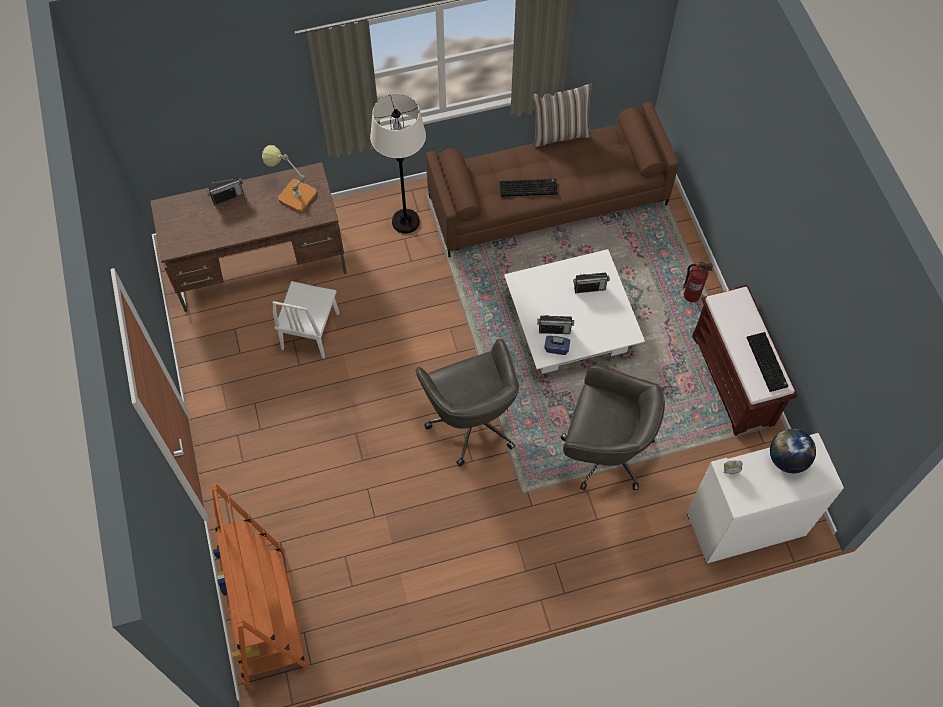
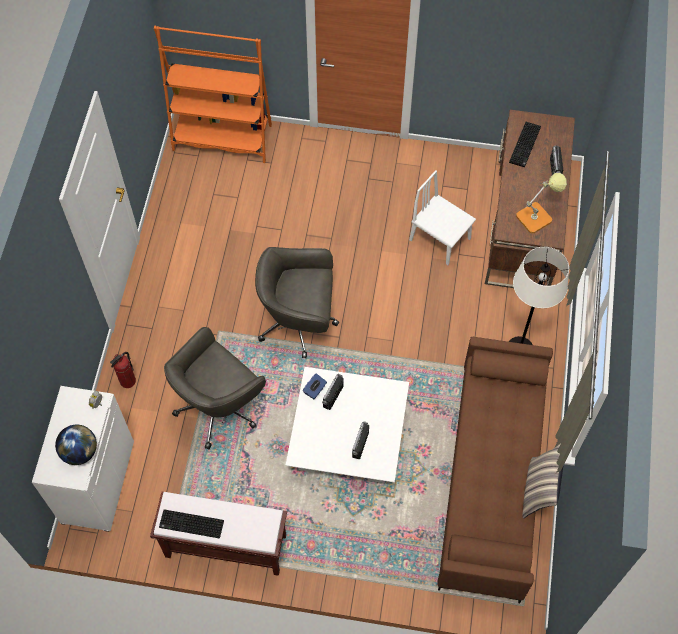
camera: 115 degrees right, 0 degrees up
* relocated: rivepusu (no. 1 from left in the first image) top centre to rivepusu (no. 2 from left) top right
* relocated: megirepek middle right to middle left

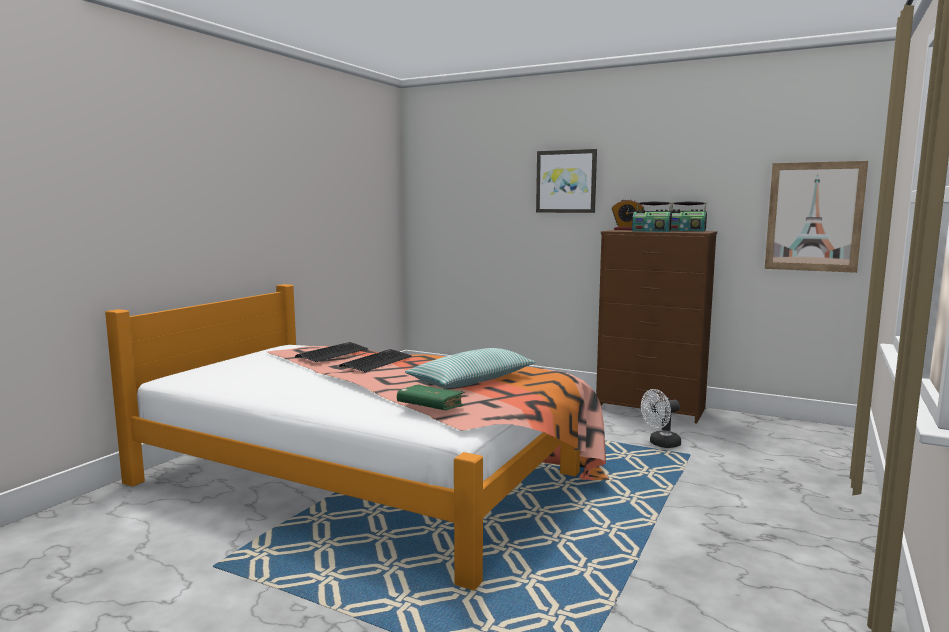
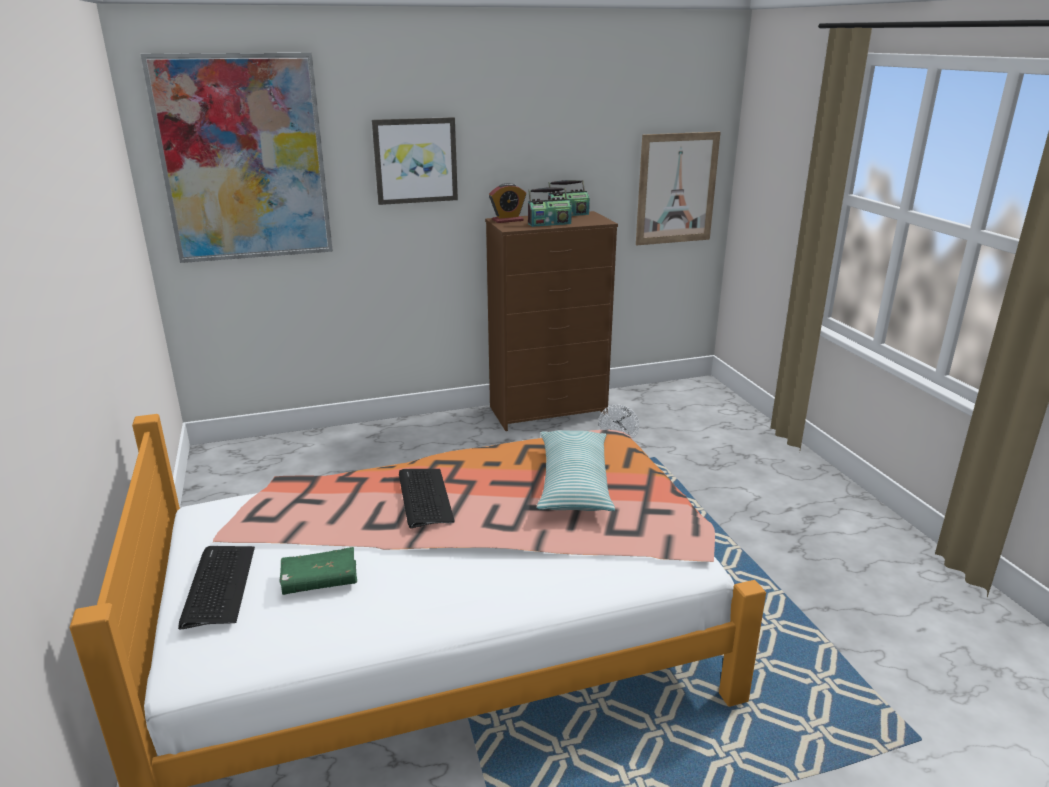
camera: 45 degrees left, 15 degrees up
* relocated: rivepusu (no. 1 from left) centre to bottom left
* relocated: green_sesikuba centre to bottom left
* appeared: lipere (no. 1 from left) top left

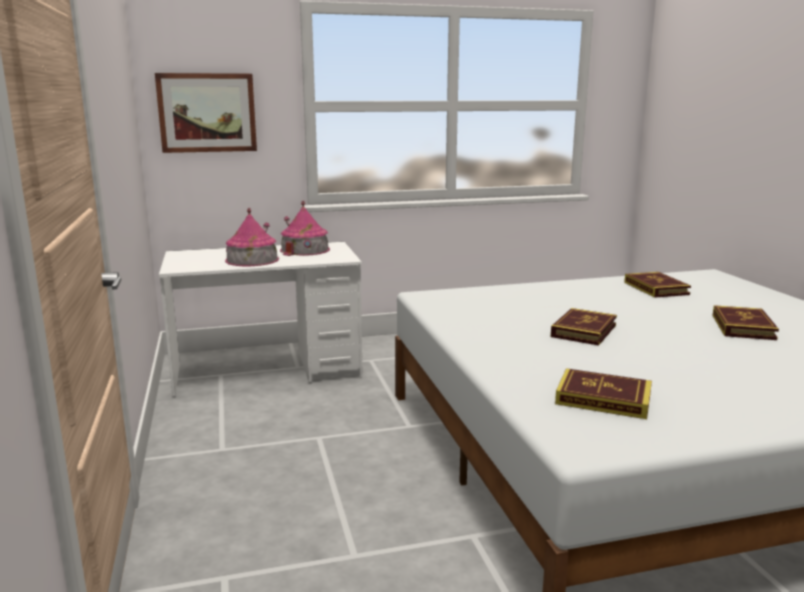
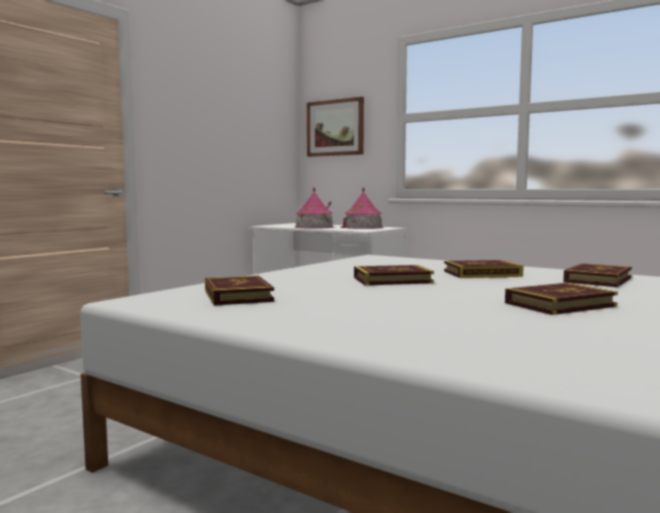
camera: 50 degrees right, 10 degrees down
* appeared: sesikuba (no. 3 from left) middle right

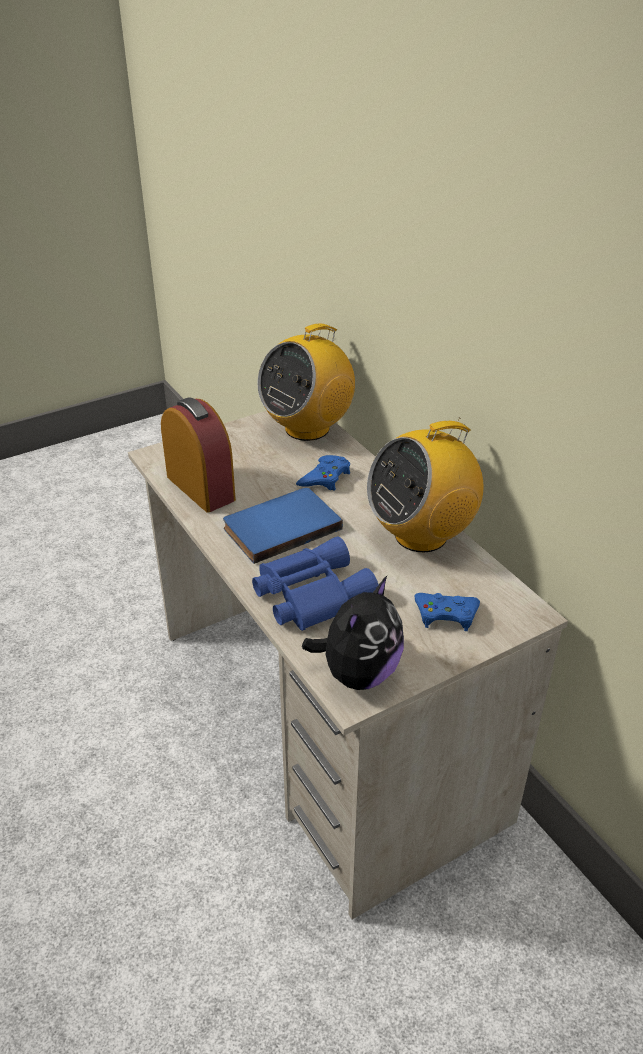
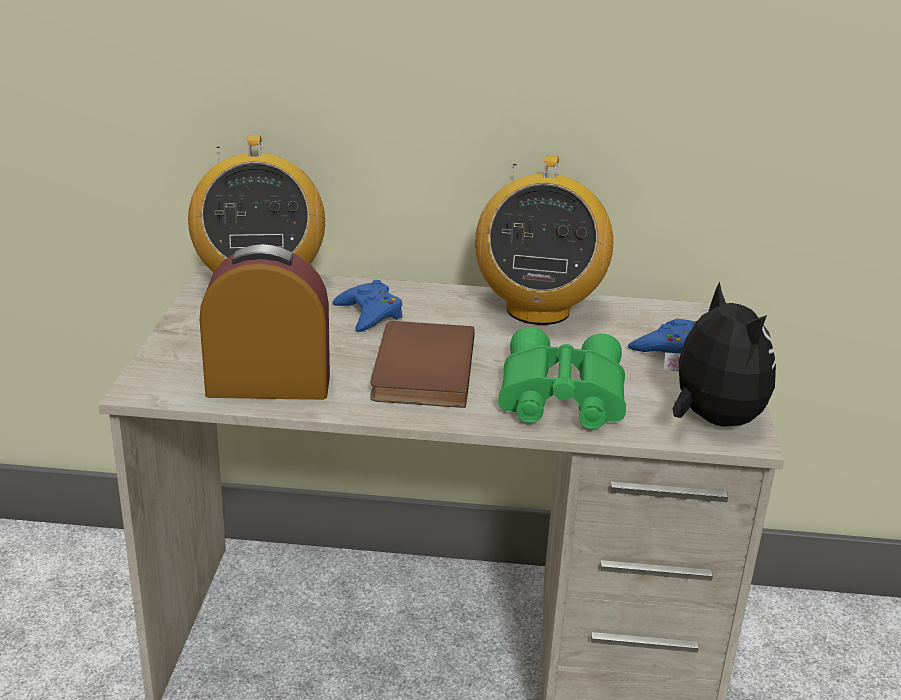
camera: 55 degrees left, 10 degrees down
* colour: blue_sesikuba centre to brown_sesikuba centre
* colour: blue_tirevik centre to green_tirevik centre

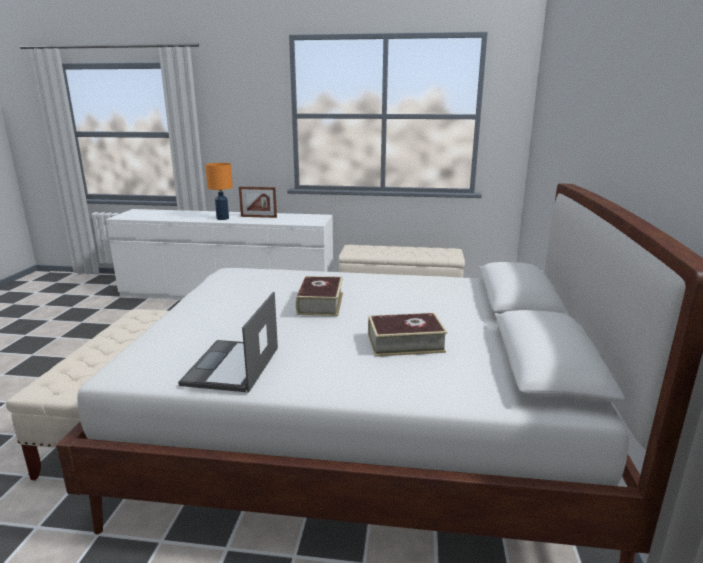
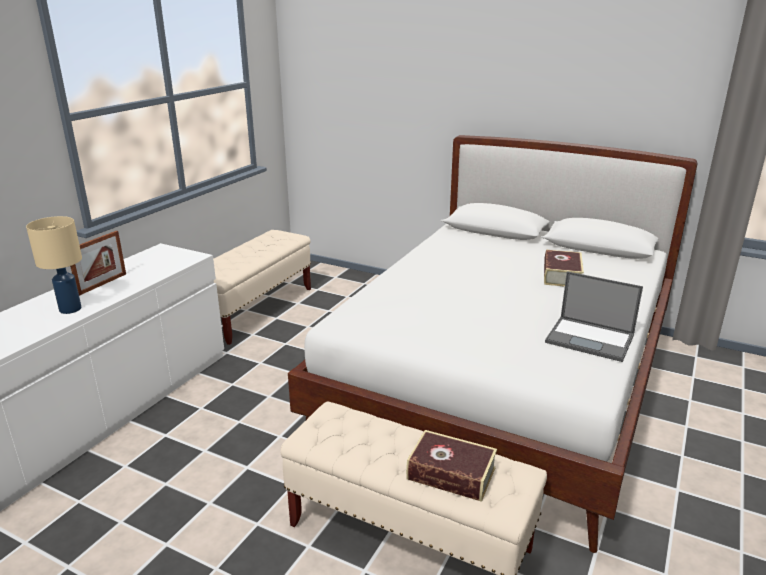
camera: 70 degrees left, 5 degrees up
* colour: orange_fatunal middle left to beige_fatunal middle left
* relocated: sesikuba (no. 1 from left) centre to bottom centre

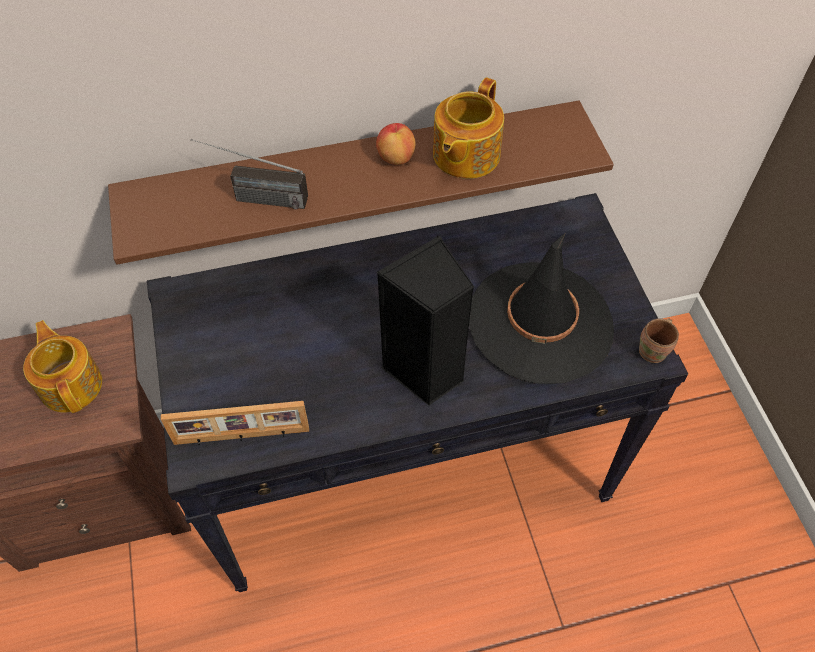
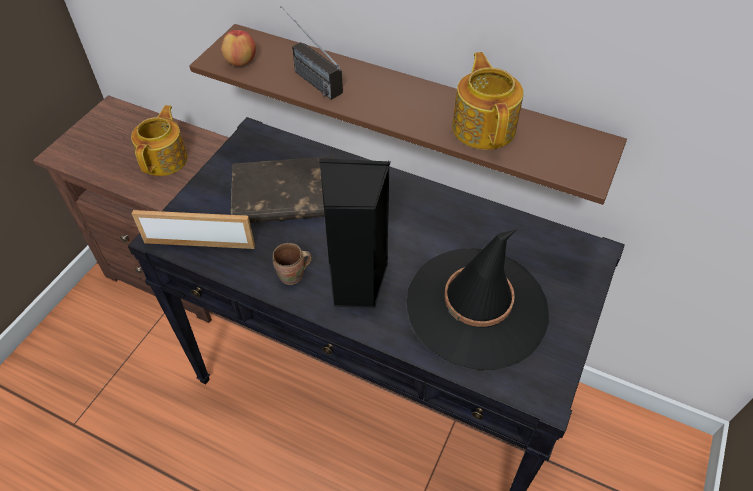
camera: 40 degrees right, 5 degrees down
* spun: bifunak middle left = middle left 150 degrees clockwise
* relocated: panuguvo top centre to top left
* spun: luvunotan (no. 2 from left) top centre = top centre 105 degrees clockwise
* relocated: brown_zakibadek middle right to centre
* appeared: brown_sesikuba centre

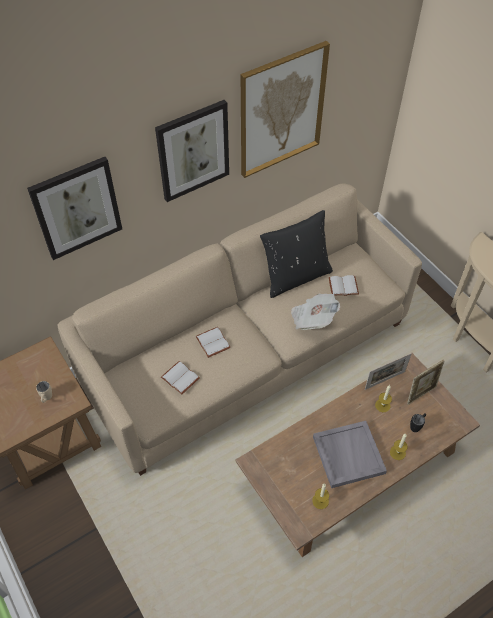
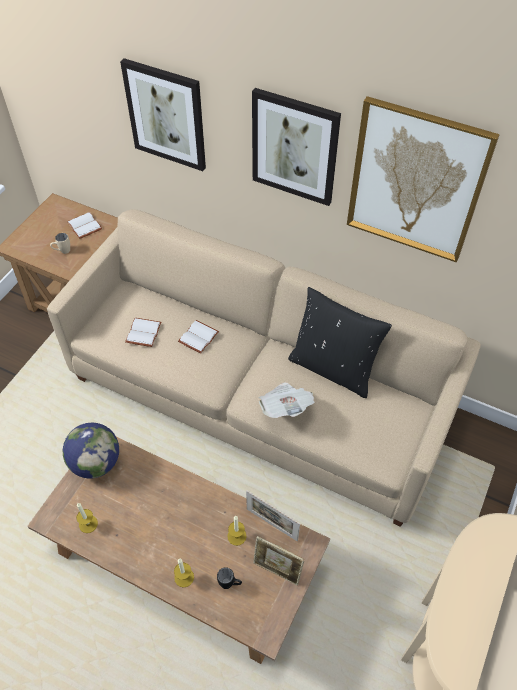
camera: 60 degrees right, 0 degrees up
* missing: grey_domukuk bottom right
* relocated: white_sesikuba (no. 3 from left in the first image) middle right to white_sesikuba (no. 1 from left) top left
* appeared: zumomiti middle left

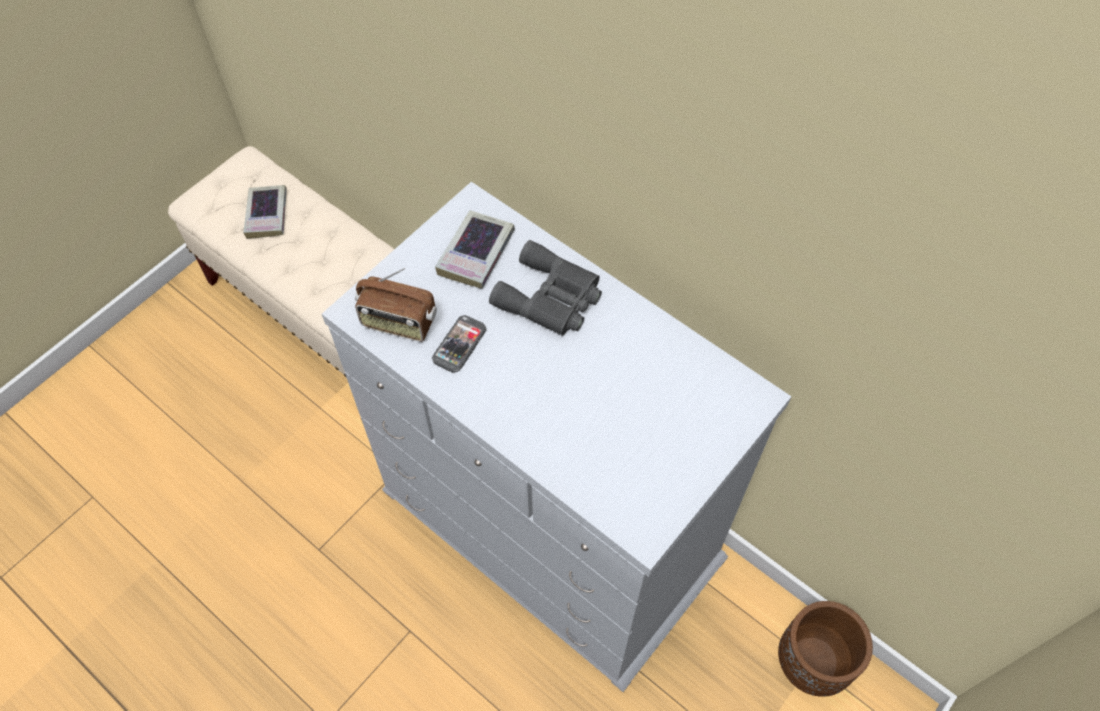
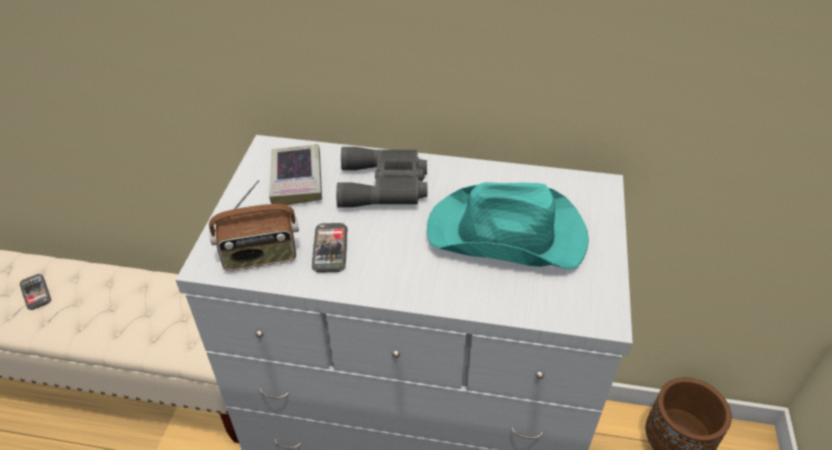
camera: 30 degrees left, 15 degrees down
* exchanged: sesikuba (no. 1 from left) top left to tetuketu (no. 1 from left) middle left
* appeared: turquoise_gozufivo centre

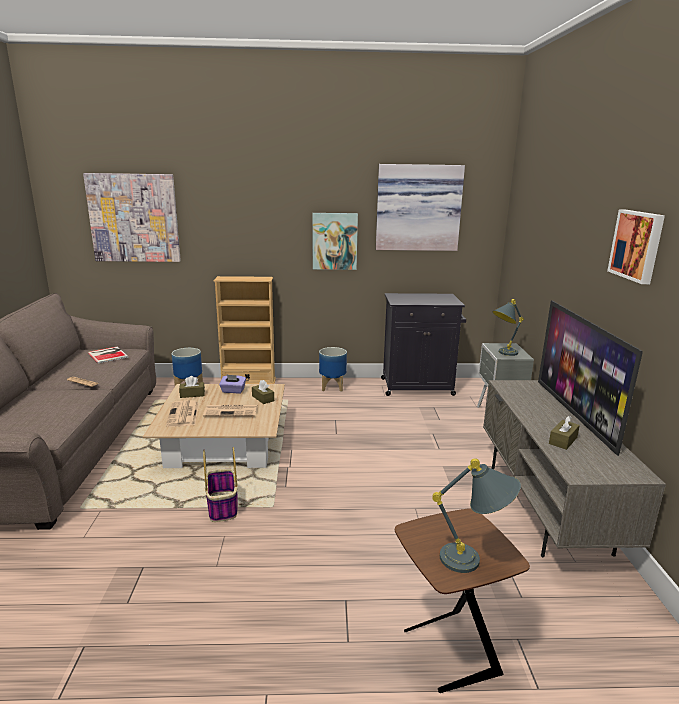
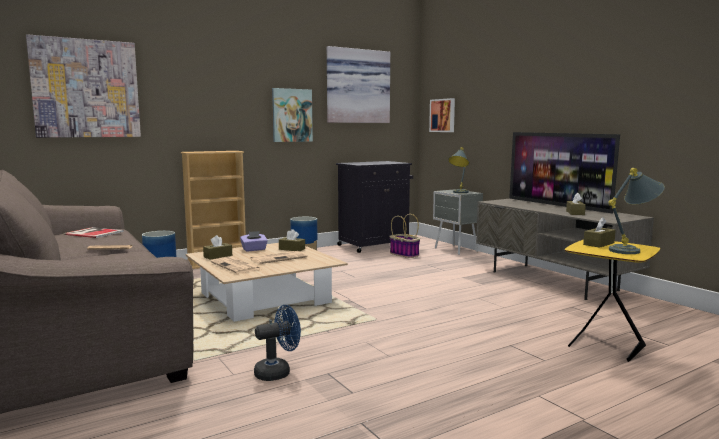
camera: 30 degrees left, 10 degrees down
* relocated: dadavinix bottom left to centre
* colour: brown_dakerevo bottom right to yellow_dakerevo bottom right
* relocated: lipere (no. 4 from left) middle right to top centre
* appeared: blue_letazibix bottom centre
* appeared: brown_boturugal (no. 4 from left) middle right

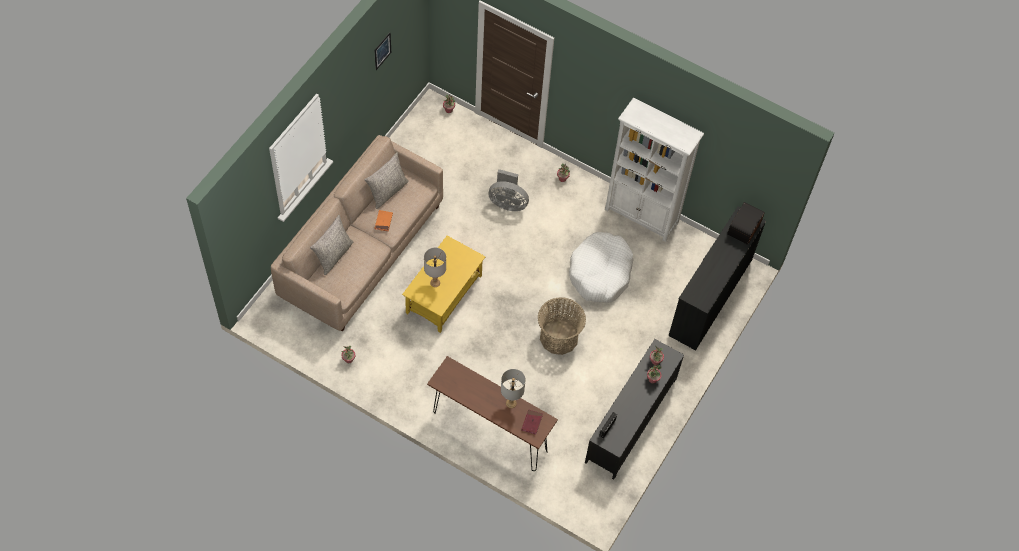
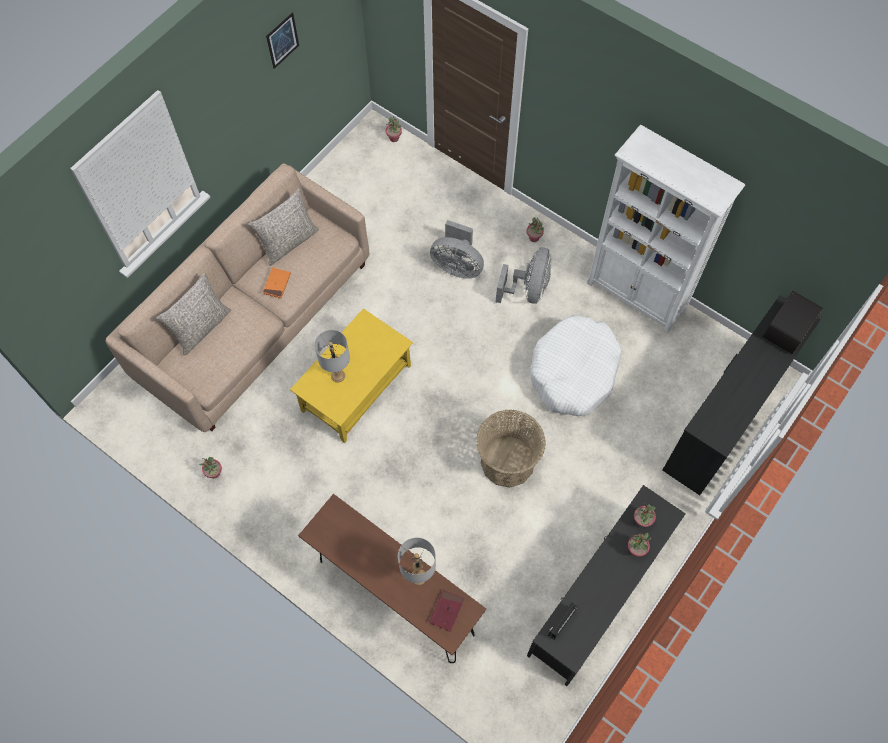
camera: 10 degrees right, 5 degrees up
* appeared: grey_letazibix (no. 2 from left) centre

